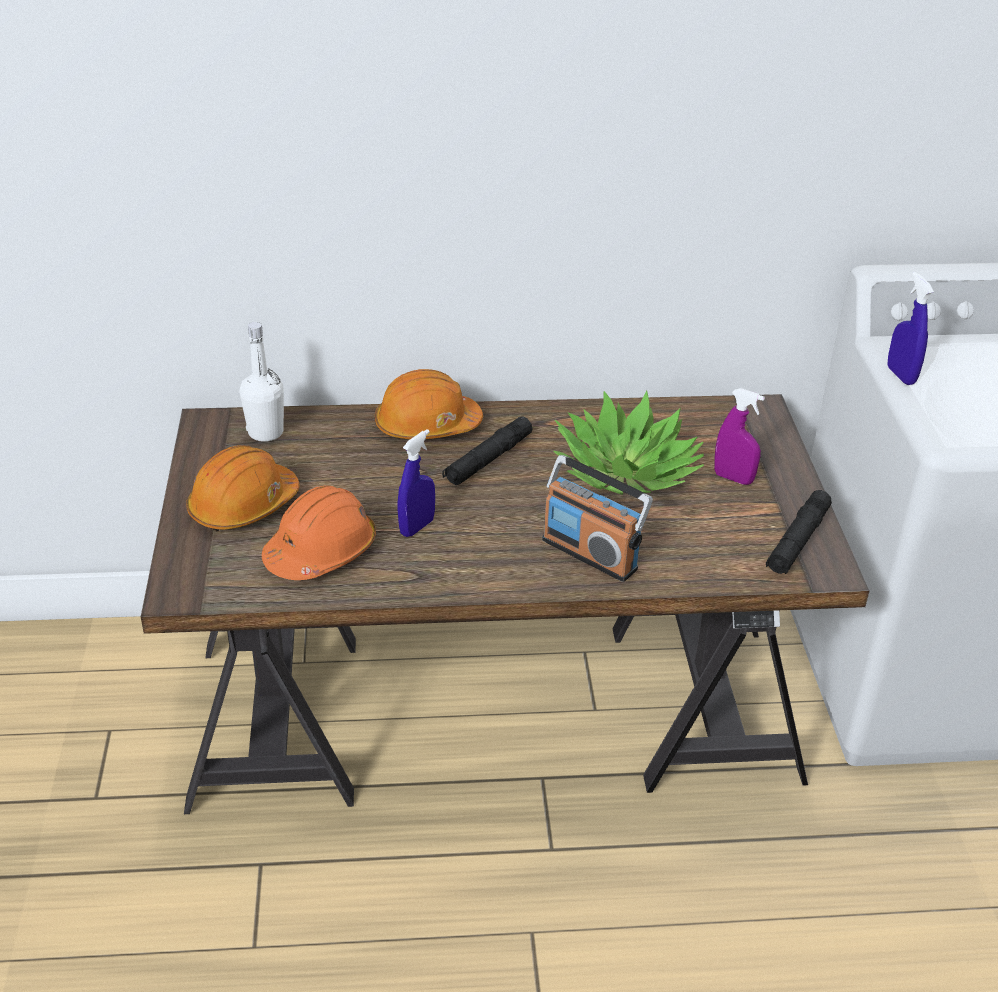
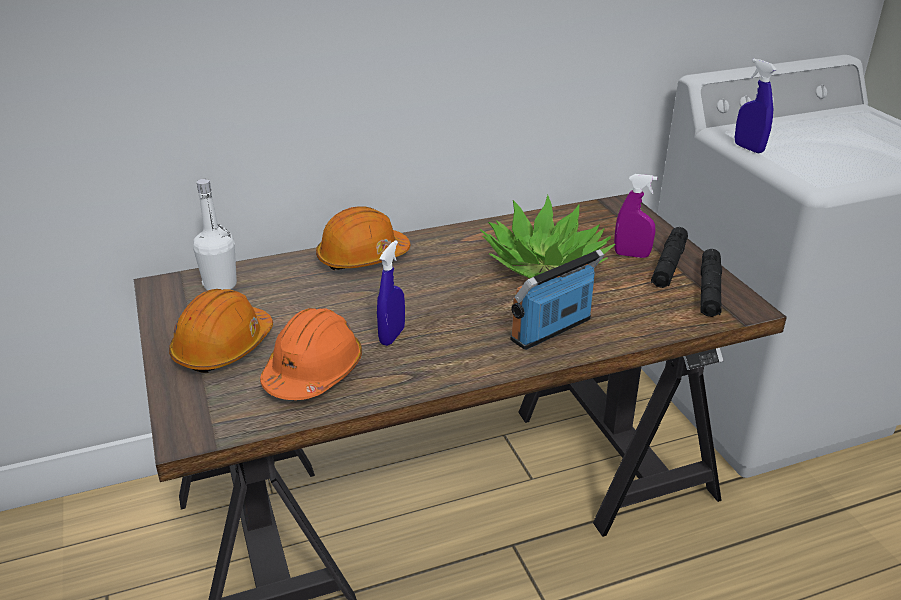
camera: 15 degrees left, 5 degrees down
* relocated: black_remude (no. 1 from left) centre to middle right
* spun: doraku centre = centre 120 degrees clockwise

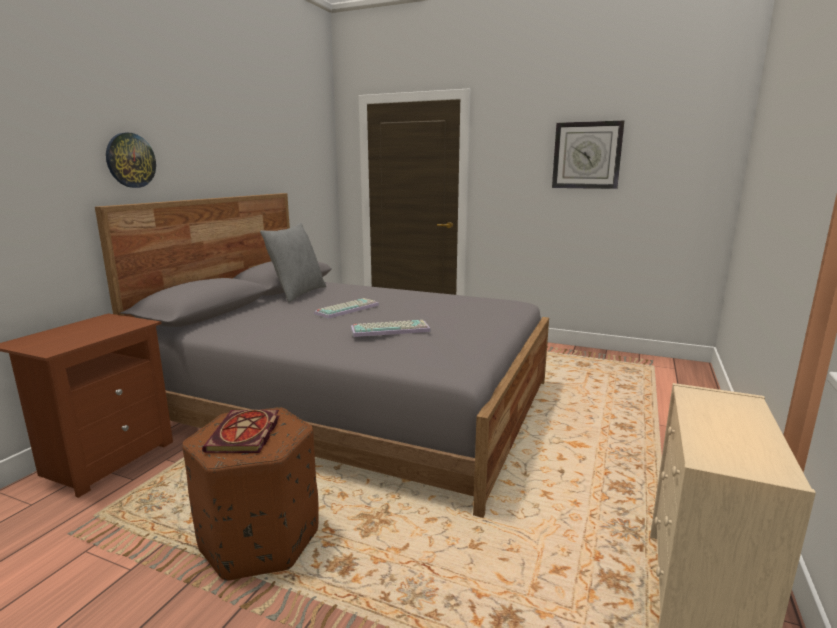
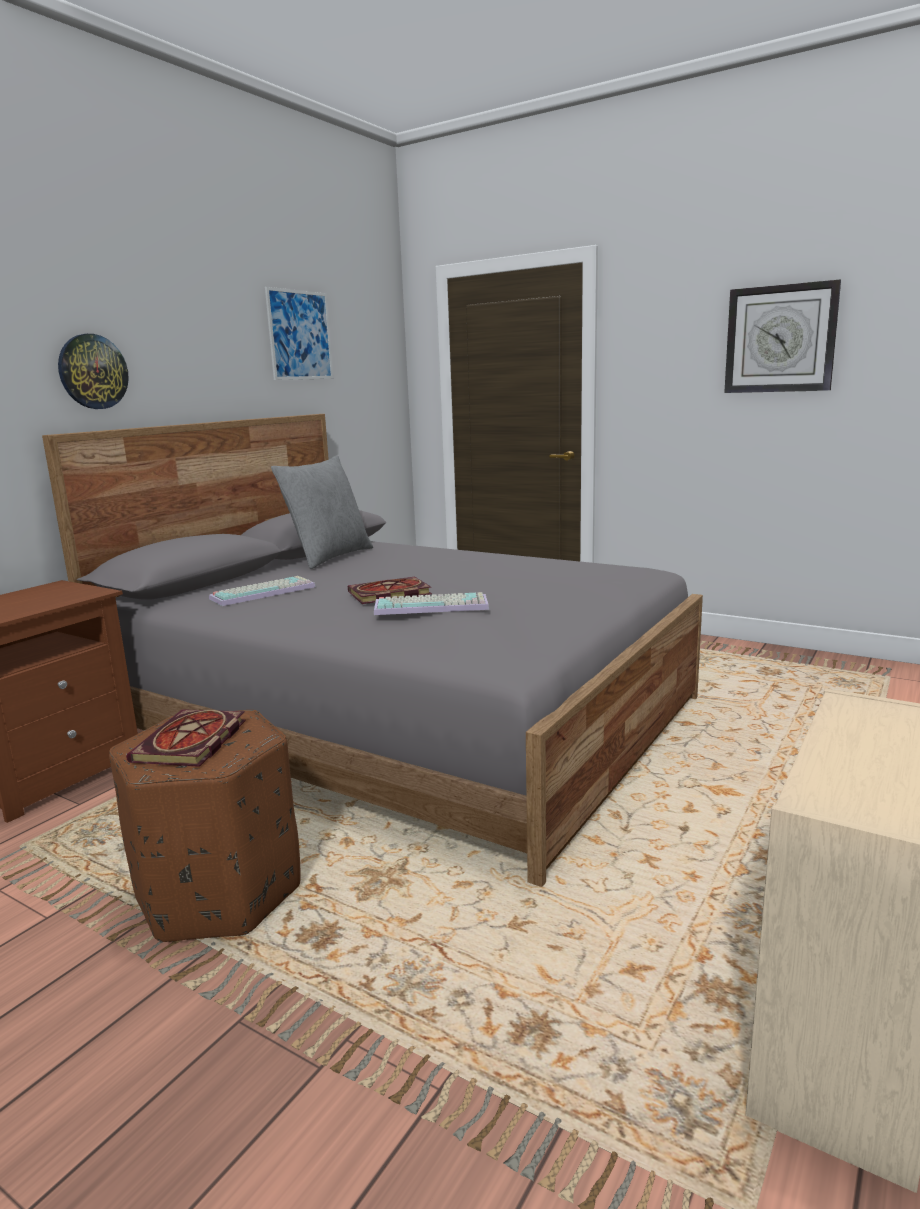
camera: 10 degrees right, 0 degrees up
* relocated: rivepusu (no. 1 from left) centre to middle left
* appeared: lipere top left
* appeared: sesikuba (no. 2 from left) centre

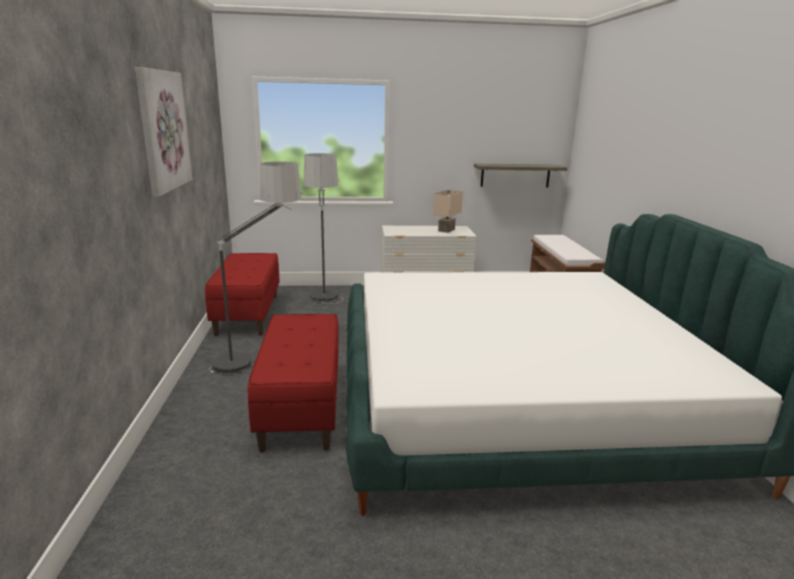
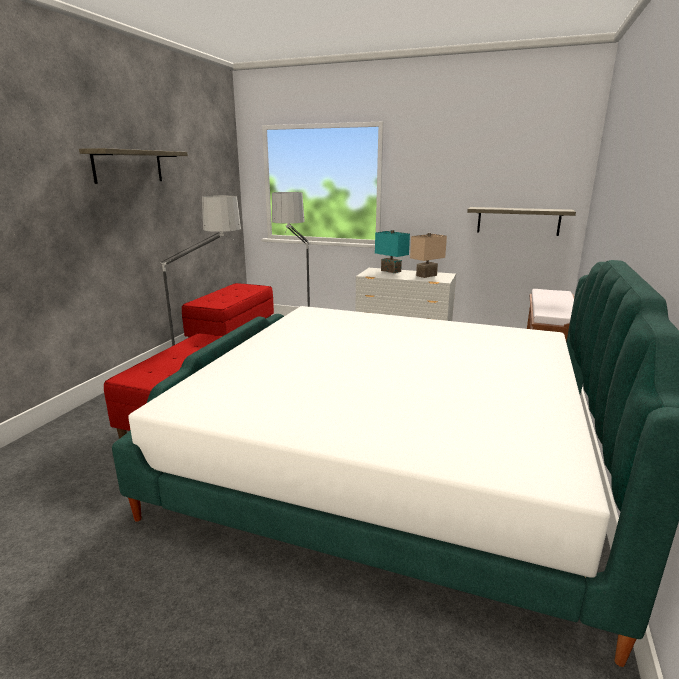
camera: 25 degrees right, 0 degrees up
* exchanged: lipere top left to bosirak (no. 1 from left) top left
* appeared: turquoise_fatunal centre

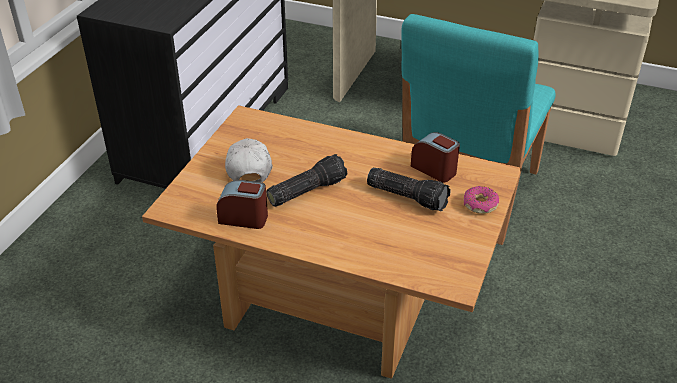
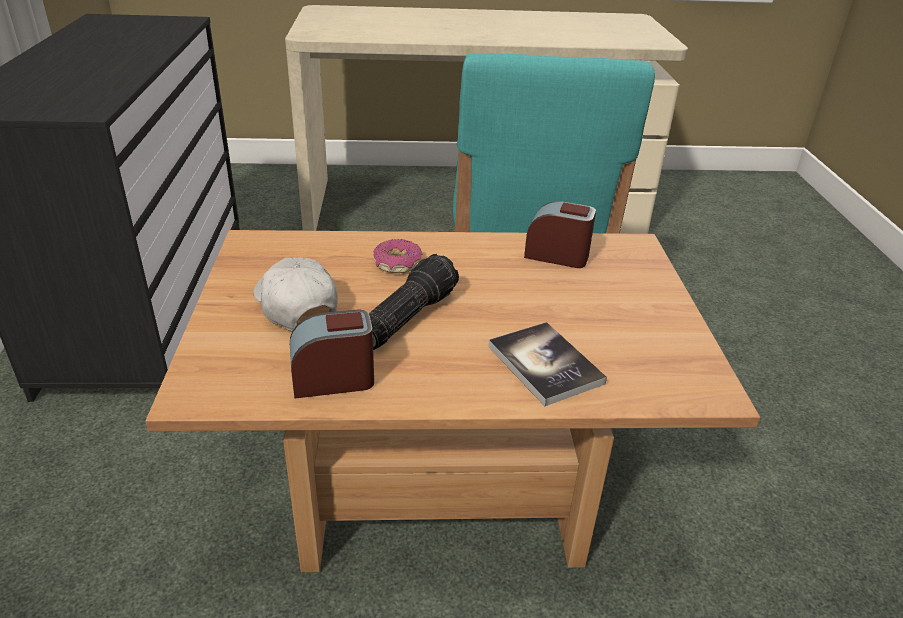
camera: 25 degrees left, 5 degrees down
* missing: remude (no. 2 from left) centre
* relocated: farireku middle right to centre
* appeared: sesikuba centre

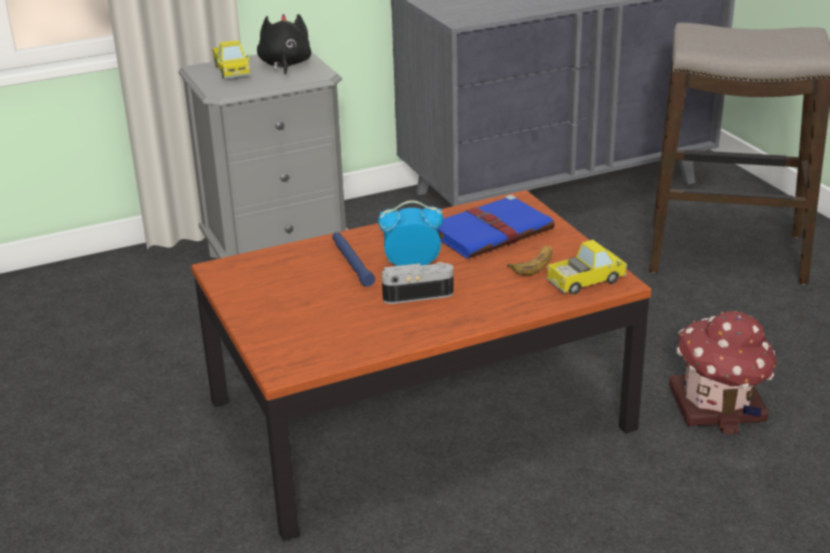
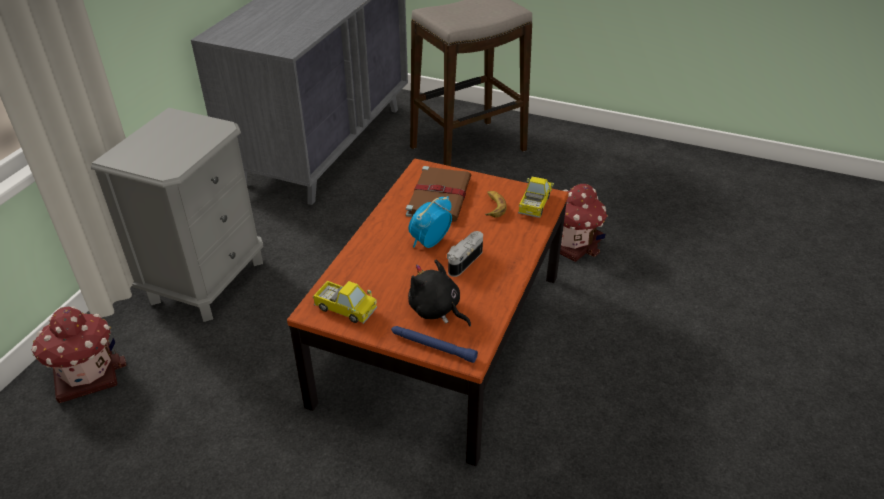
camera: 45 degrees left, 10 degrees up
* relocated: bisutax (no. 1 from left) top left to centre
* relocated: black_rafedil top centre to centre
* relocated: blue_remude centre to bottom centre
* colour: blue_sesikuba centre to brown_sesikuba centre
* appeared: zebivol (no. 1 from left) bottom left

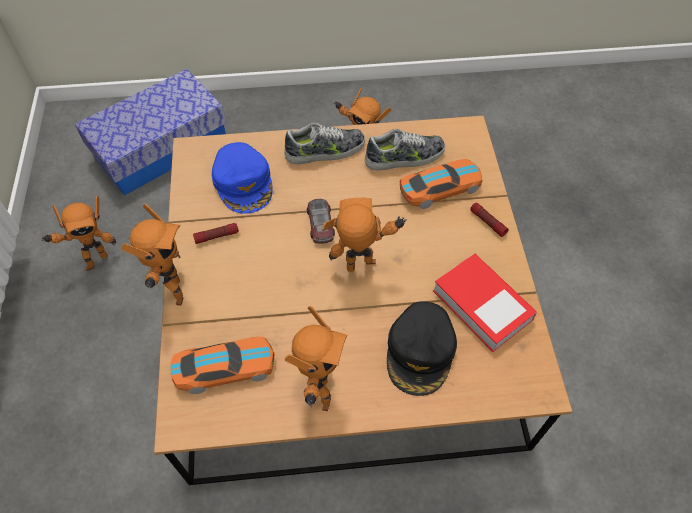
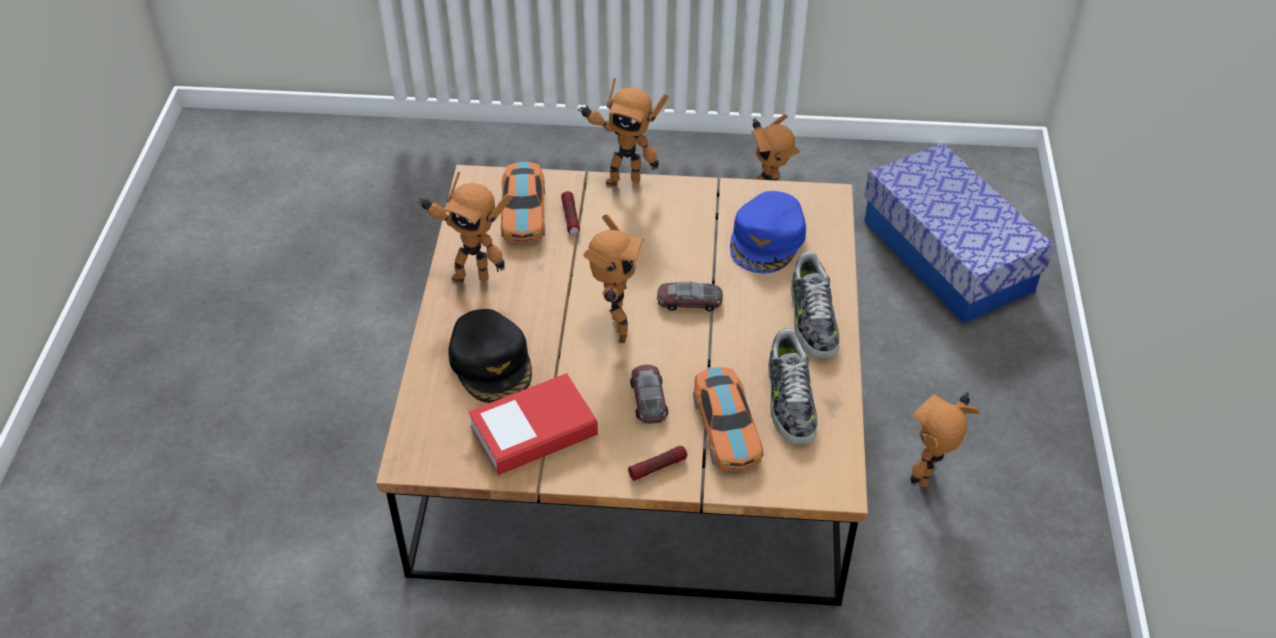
camera: 100 degrees right, 10 degrees down
* relocated: remude (no. 1 from left) middle left to top centre
* spun: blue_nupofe centre = centre 60 degrees counterclockwise
* spun: black_nupofe bottom centre = centre 135 degrees counterclockwise
* appeared: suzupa (no. 2 from left) centre

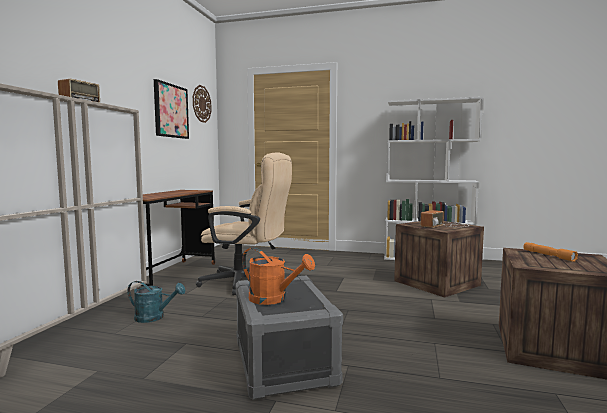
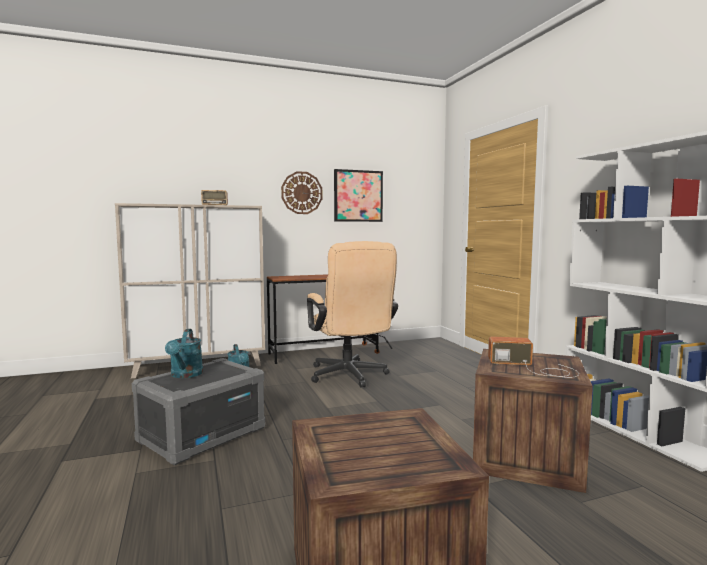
camera: 55 degrees right, 0 degrees up
* relocated: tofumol top left to centre
* colour: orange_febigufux bottom centre to turquoise_febigufux (no. 1 from left) middle left
* missing: orange_remude middle right

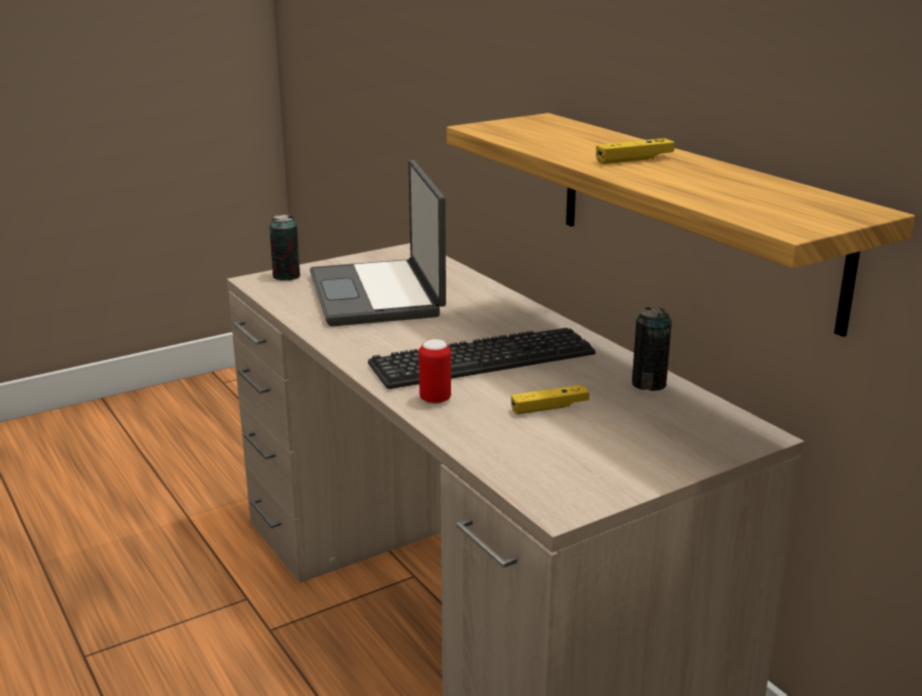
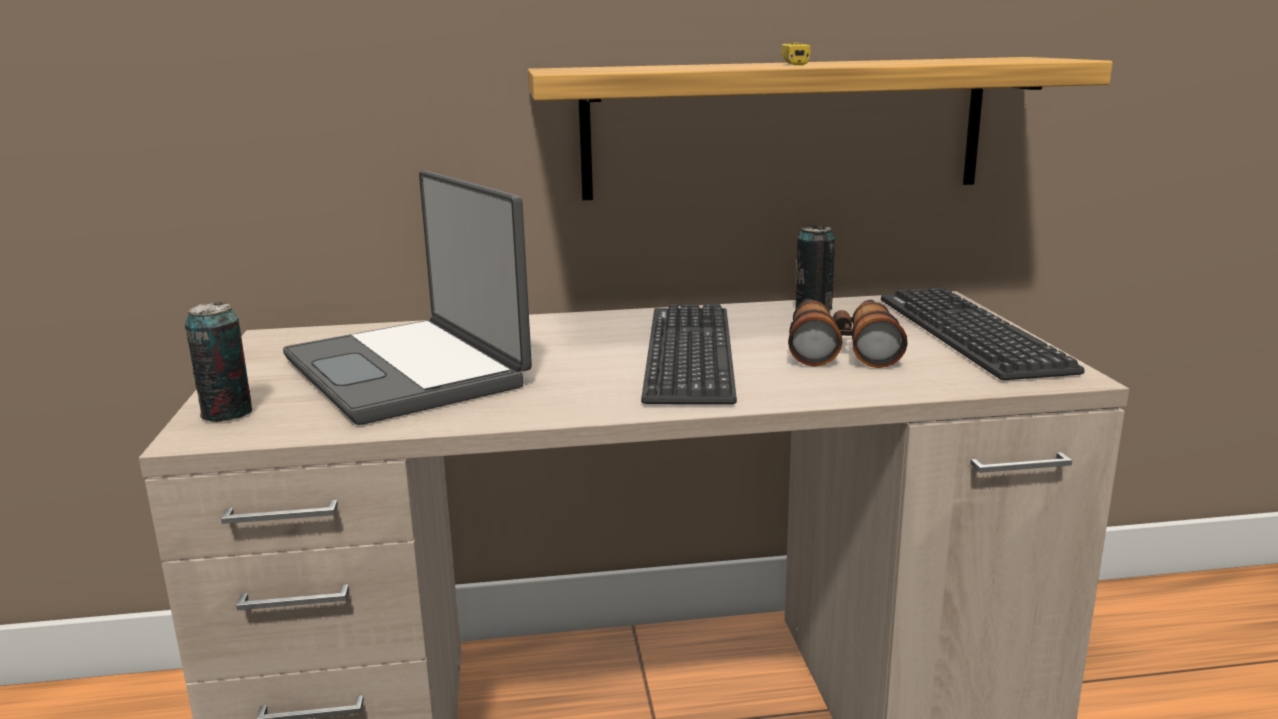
camera: 65 degrees left, 5 degrees down
* spun: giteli centre = middle left 45 degrees clockwise
* missing: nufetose (no. 2 from left) centre
* exchanged: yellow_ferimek (no. 1 from left) centre to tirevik centre
* appeared: rivepusu (no. 2 from left) middle right

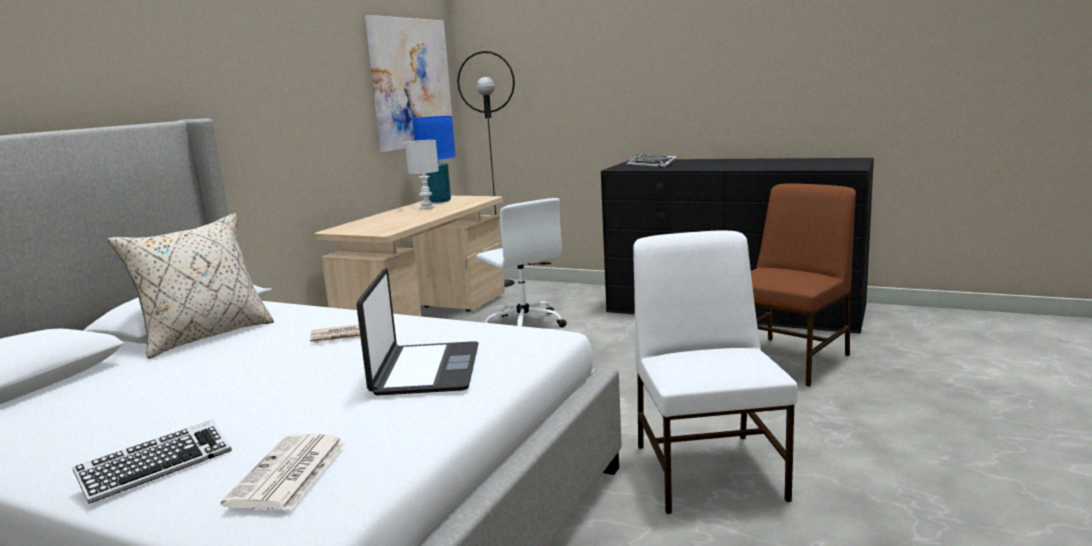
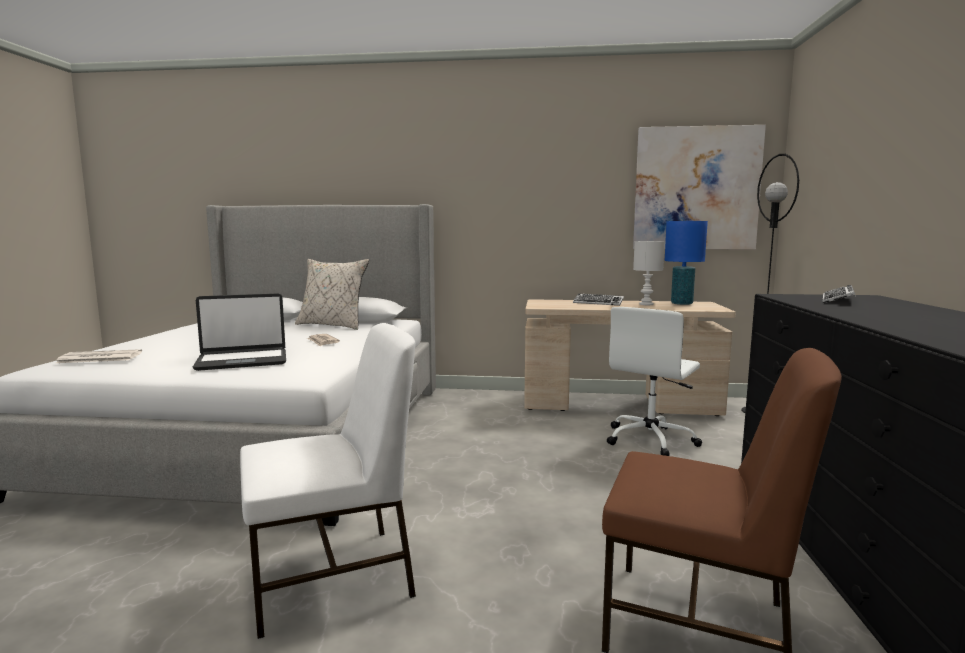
camera: 70 degrees right, 5 degrees down
* relocated: rivepusu (no. 1 from left) bottom left to centre

